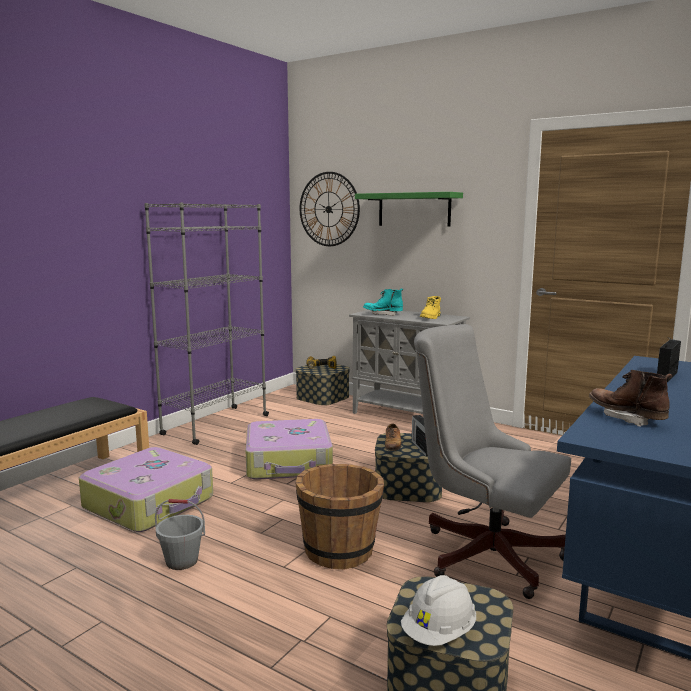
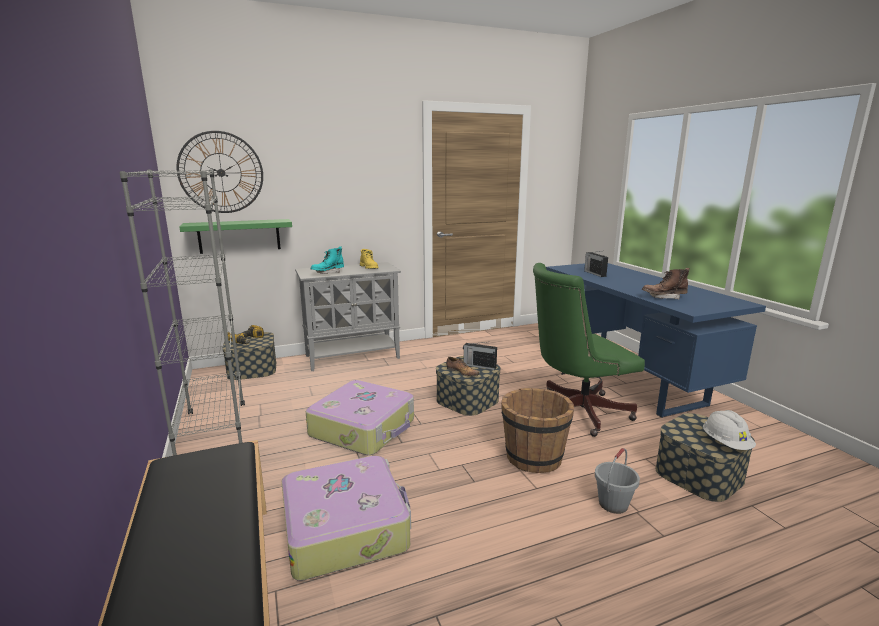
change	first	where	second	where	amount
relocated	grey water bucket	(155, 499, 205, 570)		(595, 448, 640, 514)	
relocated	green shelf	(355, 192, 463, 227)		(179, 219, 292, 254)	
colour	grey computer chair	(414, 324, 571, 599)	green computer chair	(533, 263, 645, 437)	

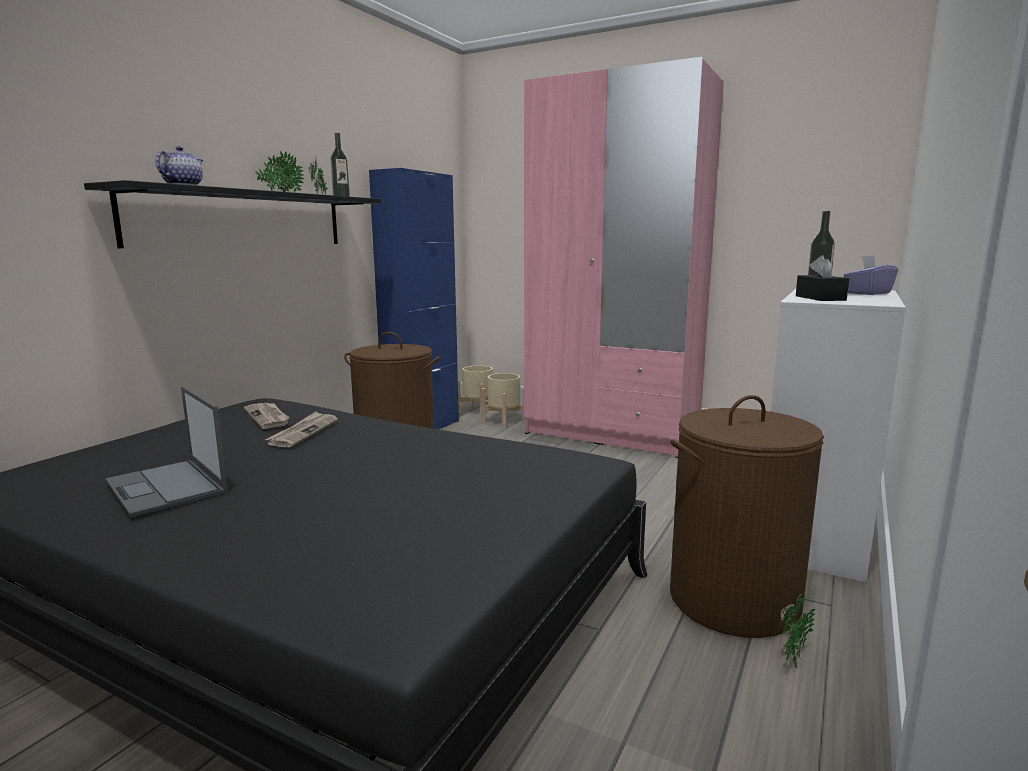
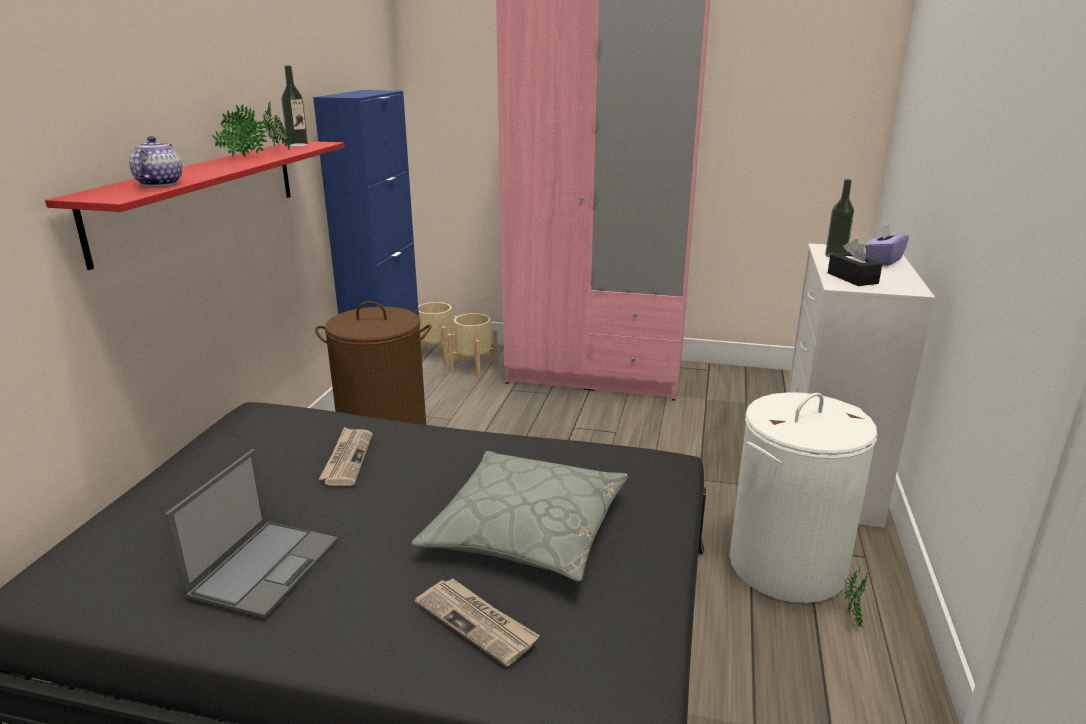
change	first	where	second	where	amount
appeared			grey pillow	(411, 451, 628, 581)	
relocated	newspaper	(244, 403, 290, 429)		(415, 578, 540, 667)	
colour	black-coloured shelf	(84, 180, 381, 248)	reddish shelf	(45, 141, 345, 270)	
colour	brown-coloured laundry basket	(670, 395, 824, 638)	white-coloured laundry basket	(730, 392, 877, 603)	
spun	notebook computer	(106, 386, 228, 517)		(165, 449, 338, 618)	105 degrees counterclockwise

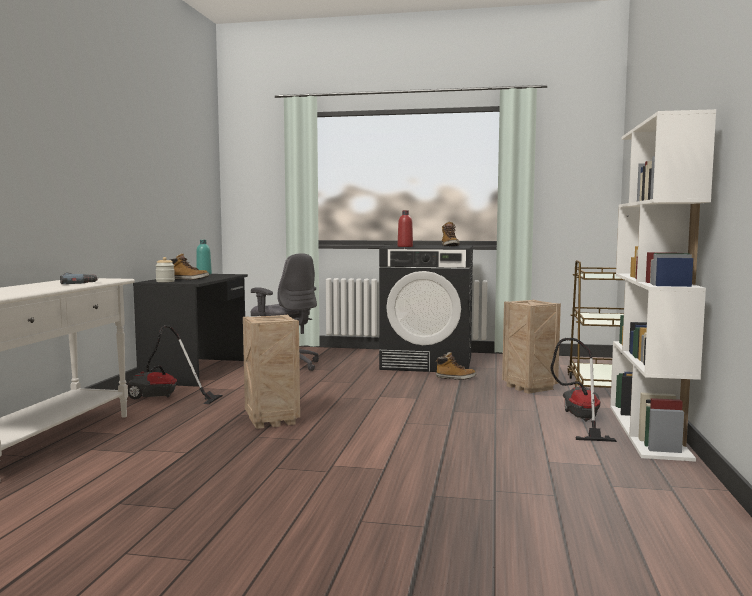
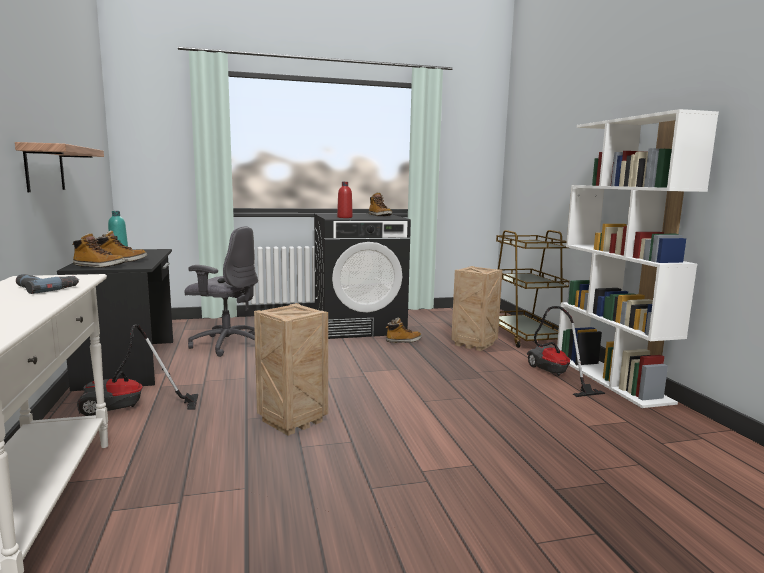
change	first	where	second	where	amount
appeared			shelf	(15, 142, 104, 192)	
exchanged	jar	(155, 257, 175, 282)	high-top boot	(72, 233, 125, 268)	

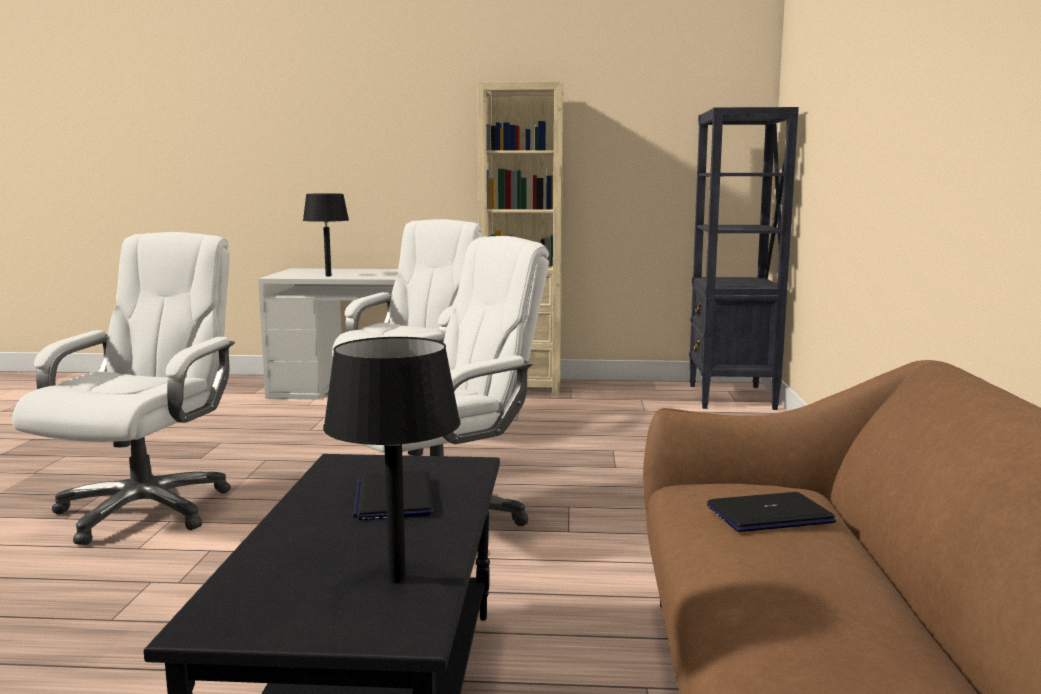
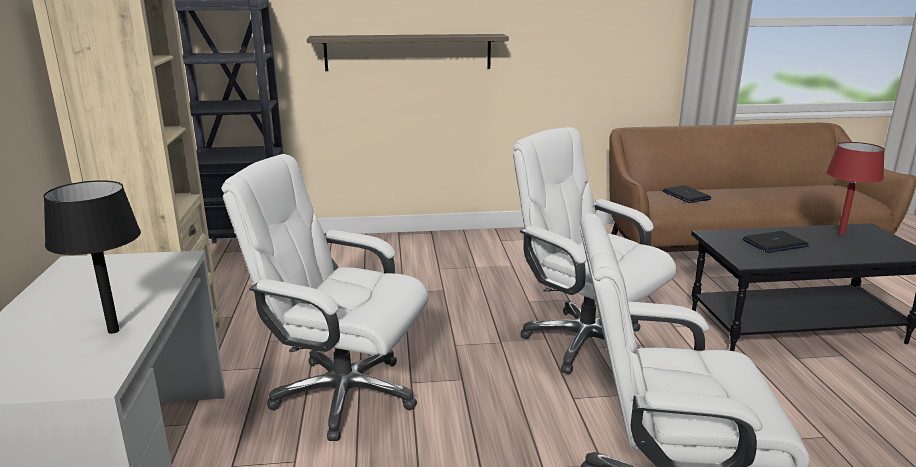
change	first	where	second	where	amount
appeared			shelf	(307, 34, 509, 71)	
colour	black-coloured tabletop lamp	(323, 337, 460, 583)	reddish tabletop lamp	(826, 142, 885, 235)	

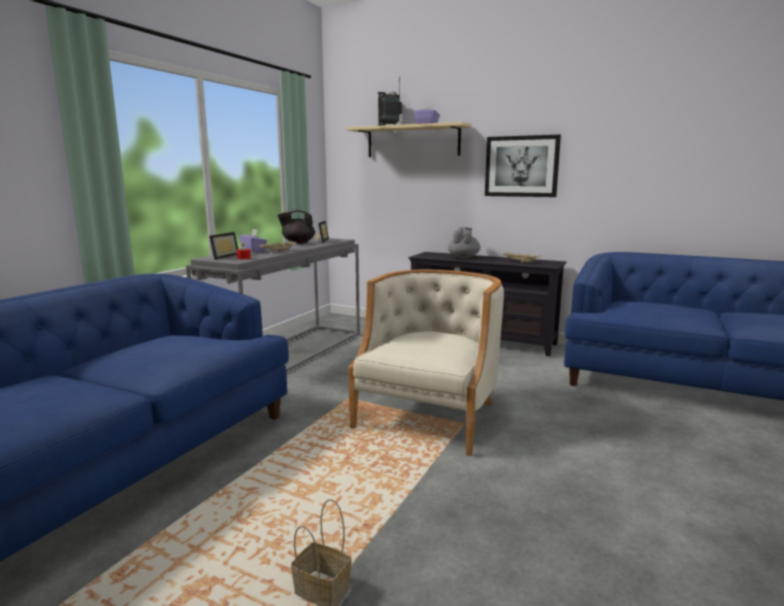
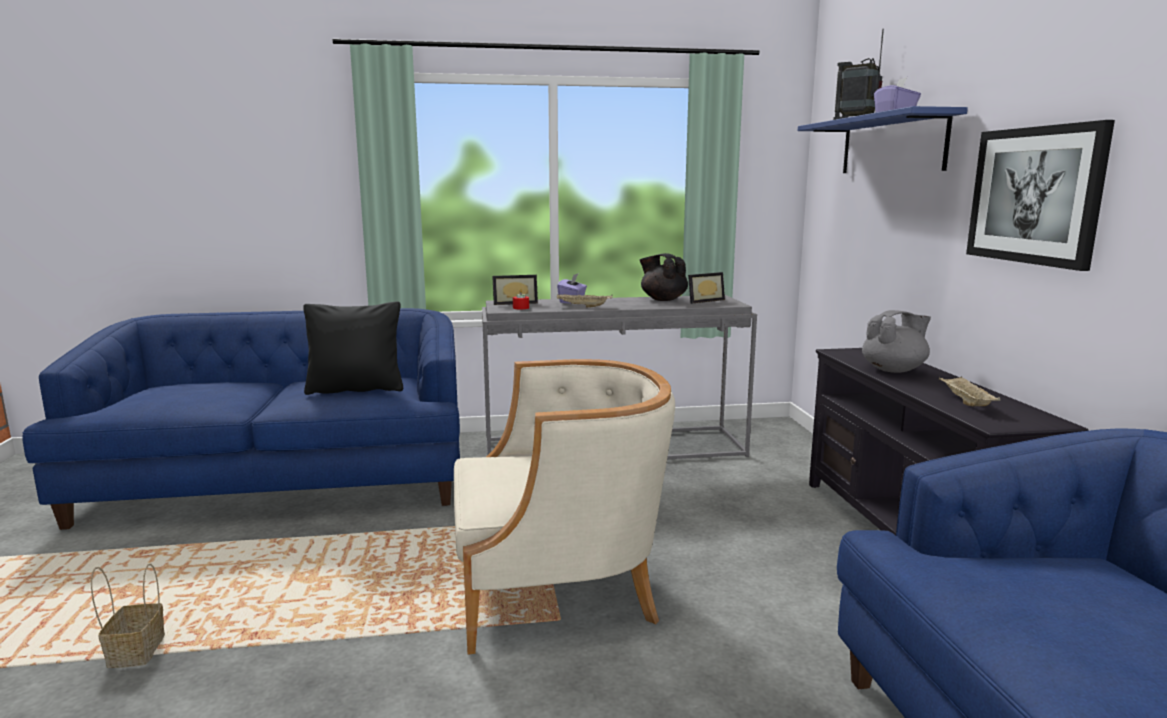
change	first	where	second	where	amount
appeared			black-coloured pillow	(303, 301, 403, 395)	
colour	beige shelf	(346, 122, 472, 157)	blue shelf	(798, 106, 968, 173)	

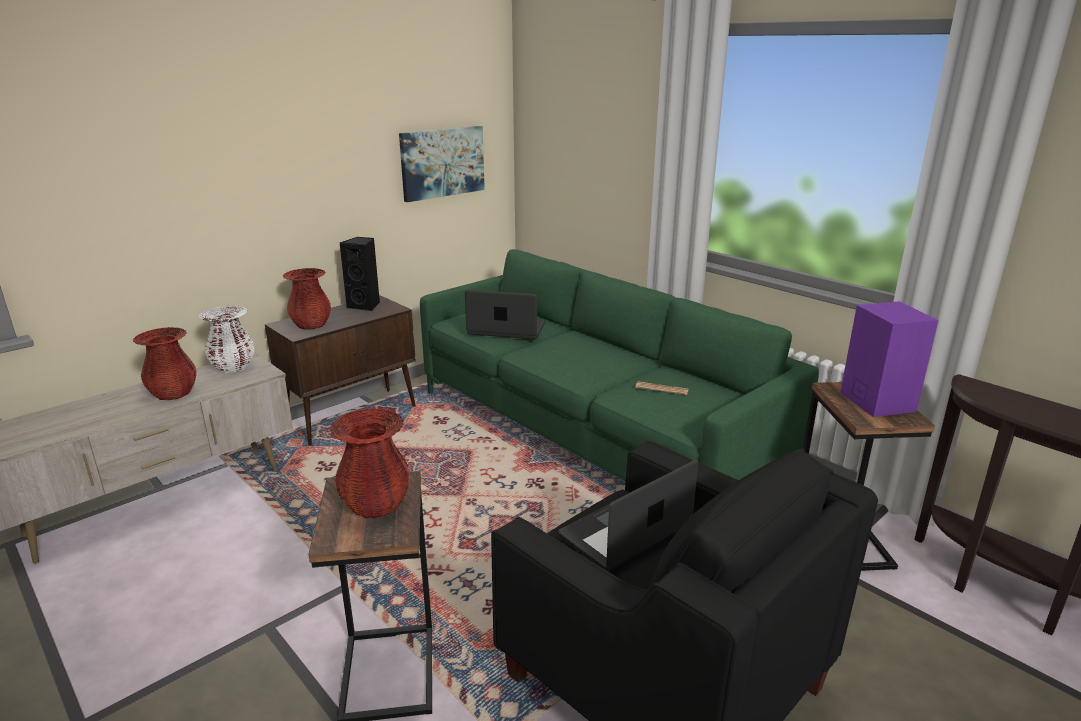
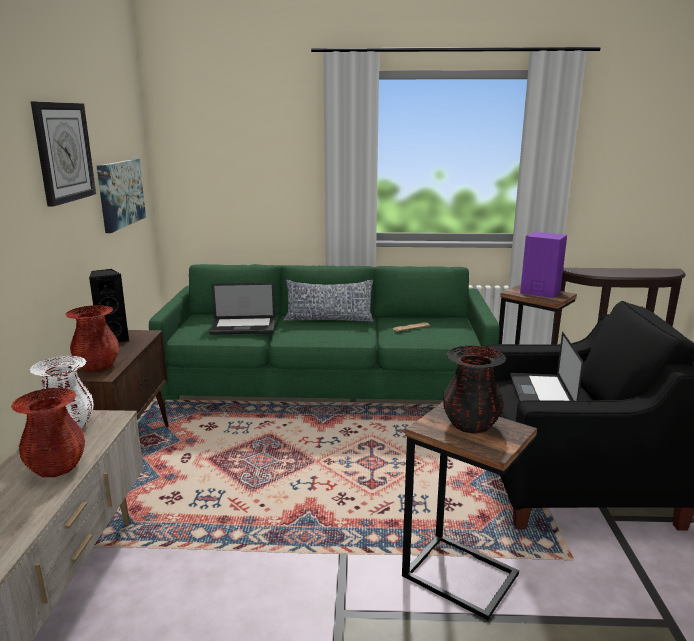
change	first	where	second	where	amount
appeared			hanging clock	(31, 102, 96, 207)	
appeared			pillow	(283, 280, 374, 322)	
colour	reddish decorative vase	(330, 408, 410, 518)	black-coloured decorative vase	(443, 345, 506, 434)	
spun	notebook computer	(465, 290, 545, 339)		(209, 283, 275, 335)	150 degrees counterclockwise

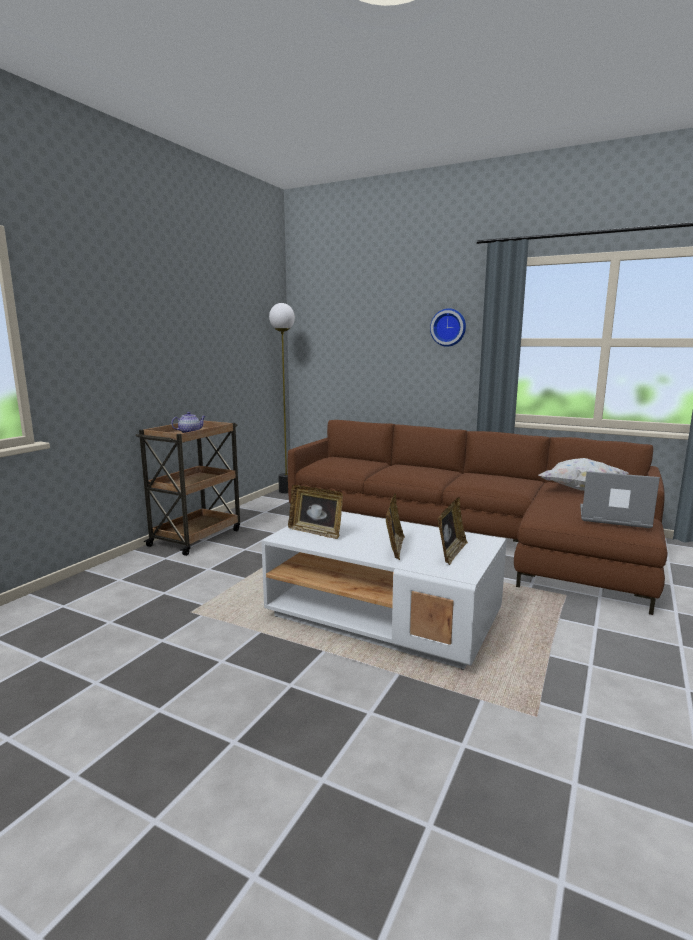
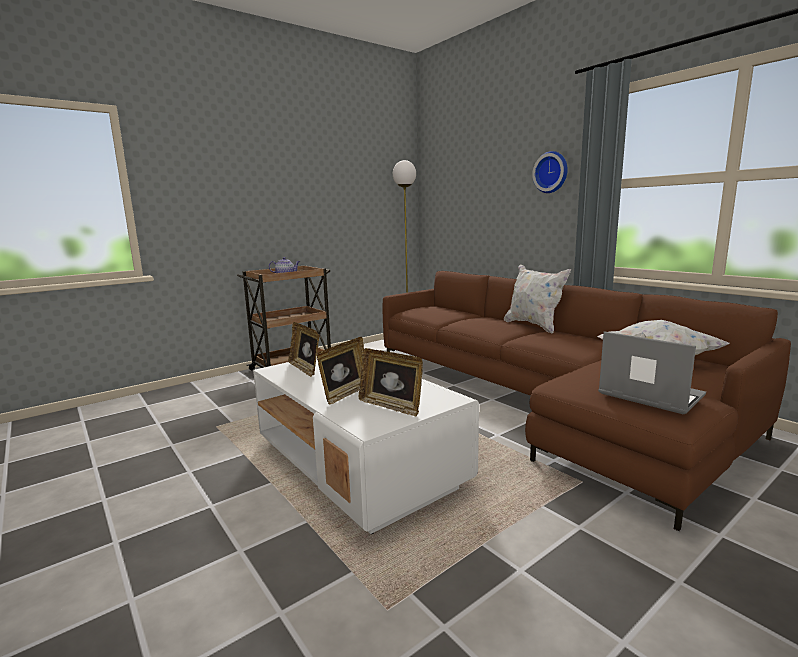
change	first	where	second	where	amount
appeared			white-coloured pillow	(504, 264, 571, 333)	
spun	picture frame	(438, 497, 468, 565)		(359, 348, 423, 416)	75 degrees clockwise

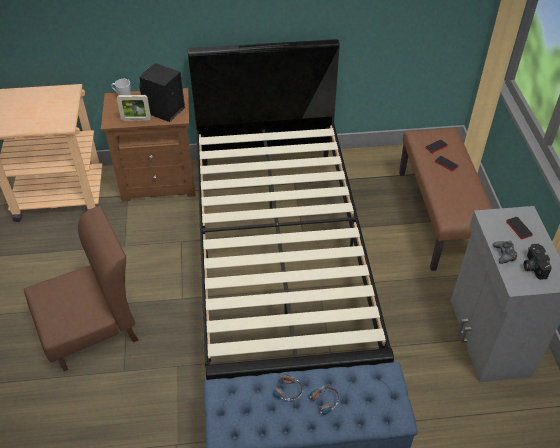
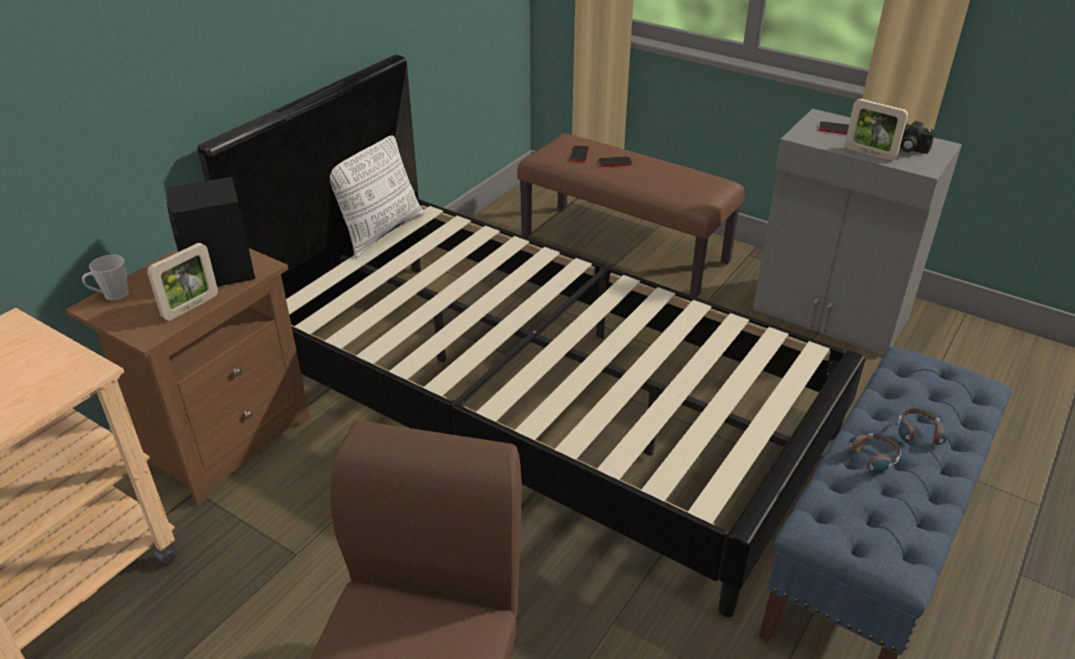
change	first	where	second	where	amount
appeared			pillow	(330, 136, 425, 258)	
exchanged	black-coloured gamepad	(493, 241, 517, 264)	picture frame	(845, 99, 908, 160)	

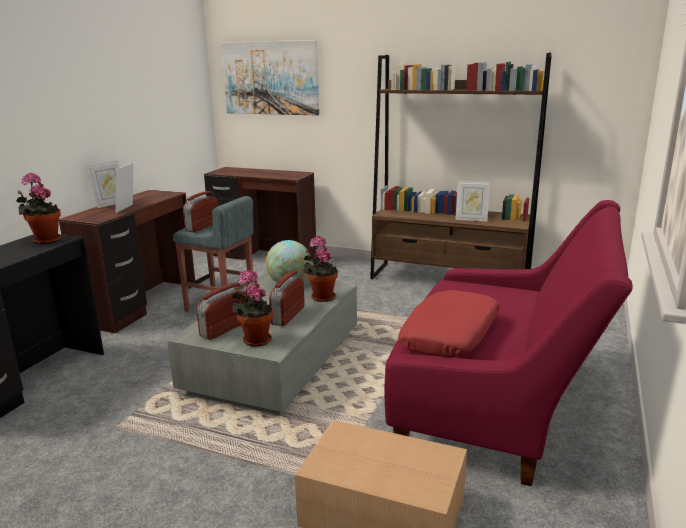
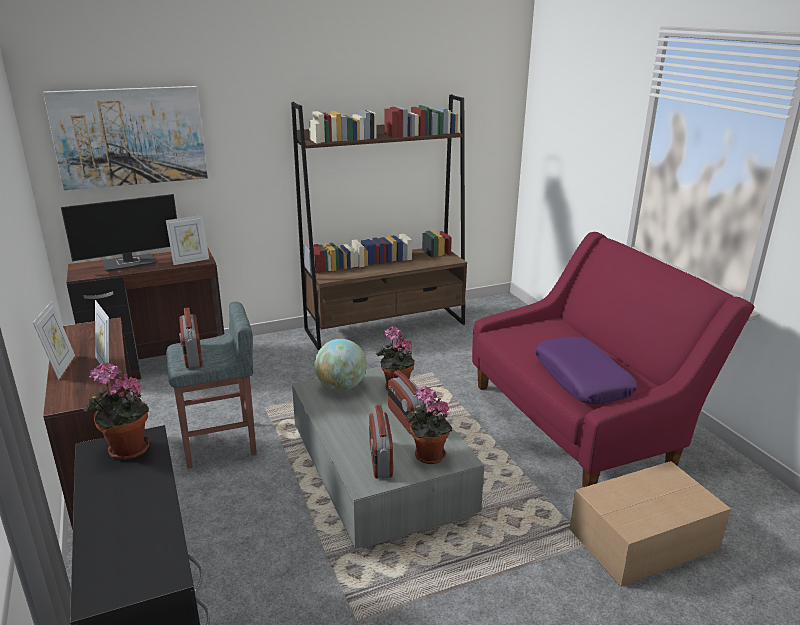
change	first	where	second	where	amount
appeared			monitor	(61, 194, 177, 272)	
relocated	picture frame	(455, 180, 490, 221)		(166, 215, 209, 265)	
colour	reddish pillow	(398, 290, 499, 357)	purple-coloured pillow	(535, 337, 637, 404)	

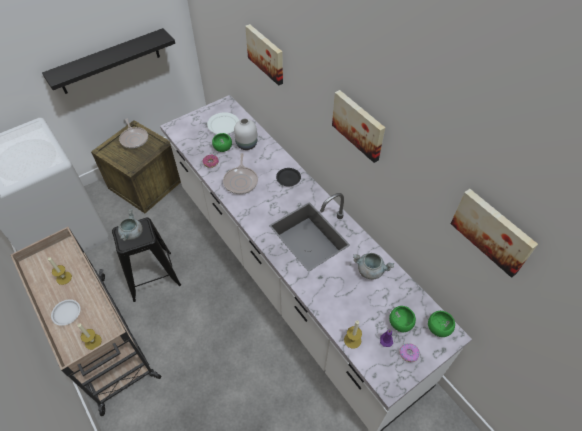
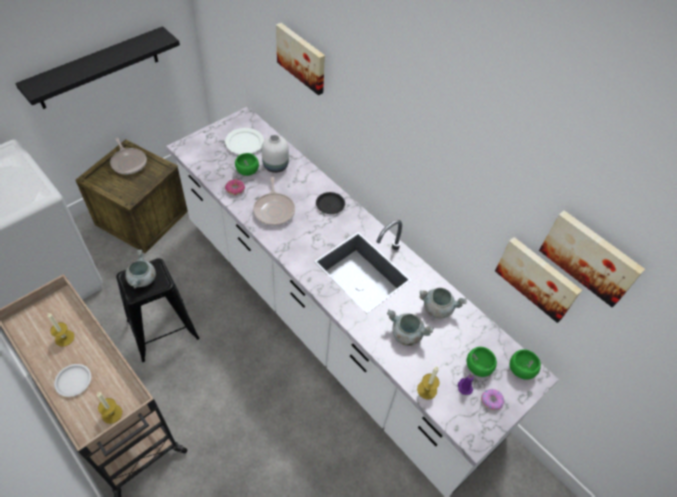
change	first	where	second	where	amount
appeared			grey stockpot	(387, 309, 434, 346)	
relocated	wall picture	(332, 90, 385, 163)		(495, 237, 582, 323)	

